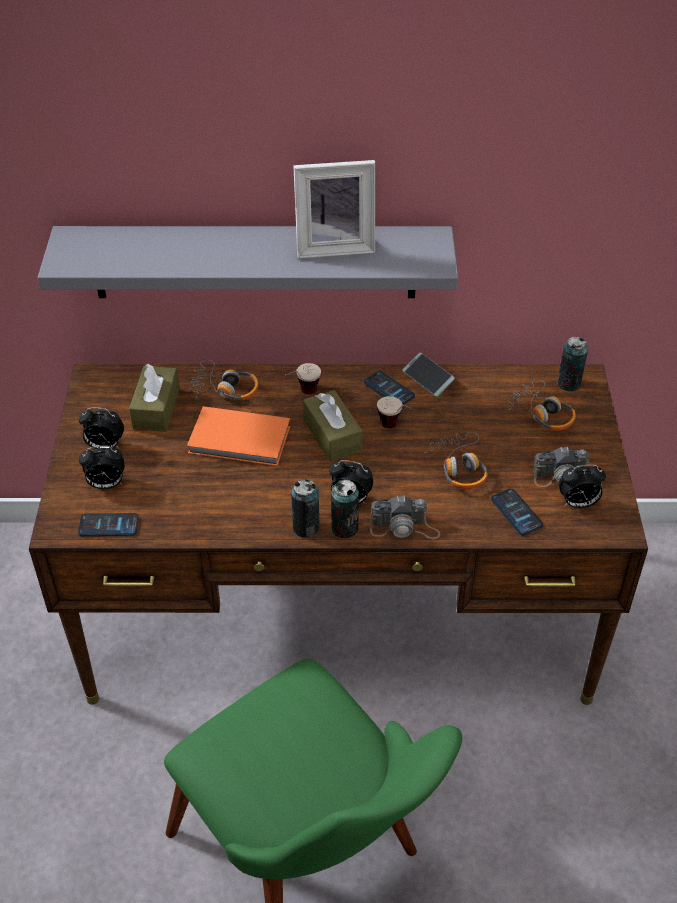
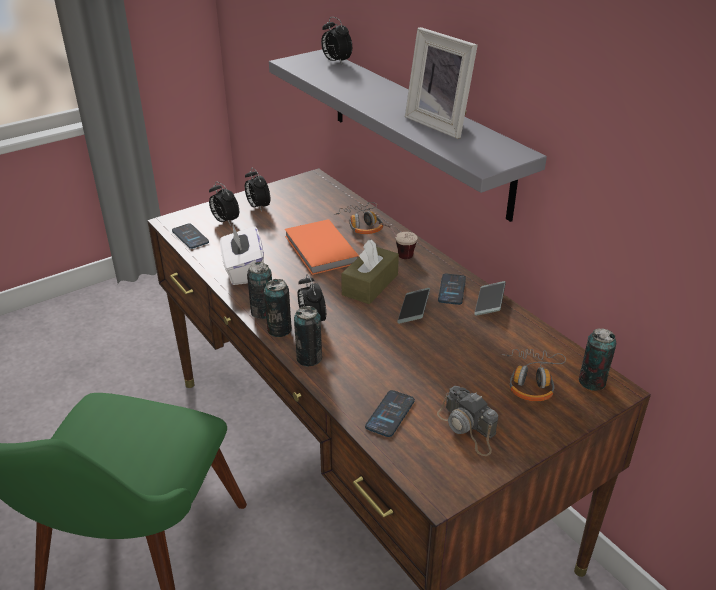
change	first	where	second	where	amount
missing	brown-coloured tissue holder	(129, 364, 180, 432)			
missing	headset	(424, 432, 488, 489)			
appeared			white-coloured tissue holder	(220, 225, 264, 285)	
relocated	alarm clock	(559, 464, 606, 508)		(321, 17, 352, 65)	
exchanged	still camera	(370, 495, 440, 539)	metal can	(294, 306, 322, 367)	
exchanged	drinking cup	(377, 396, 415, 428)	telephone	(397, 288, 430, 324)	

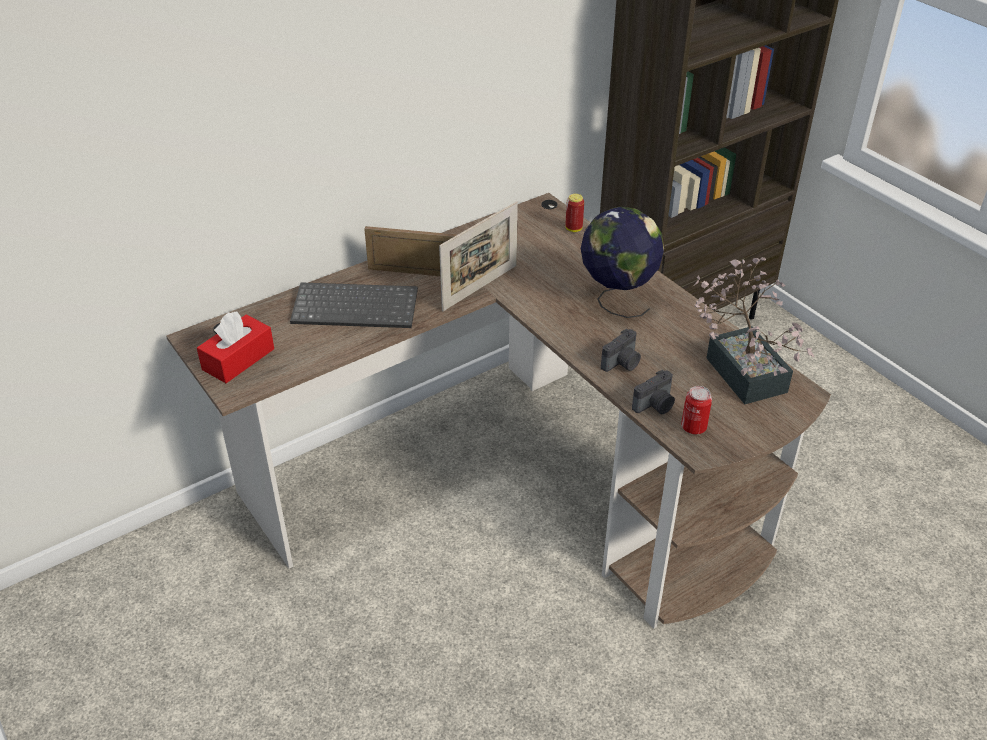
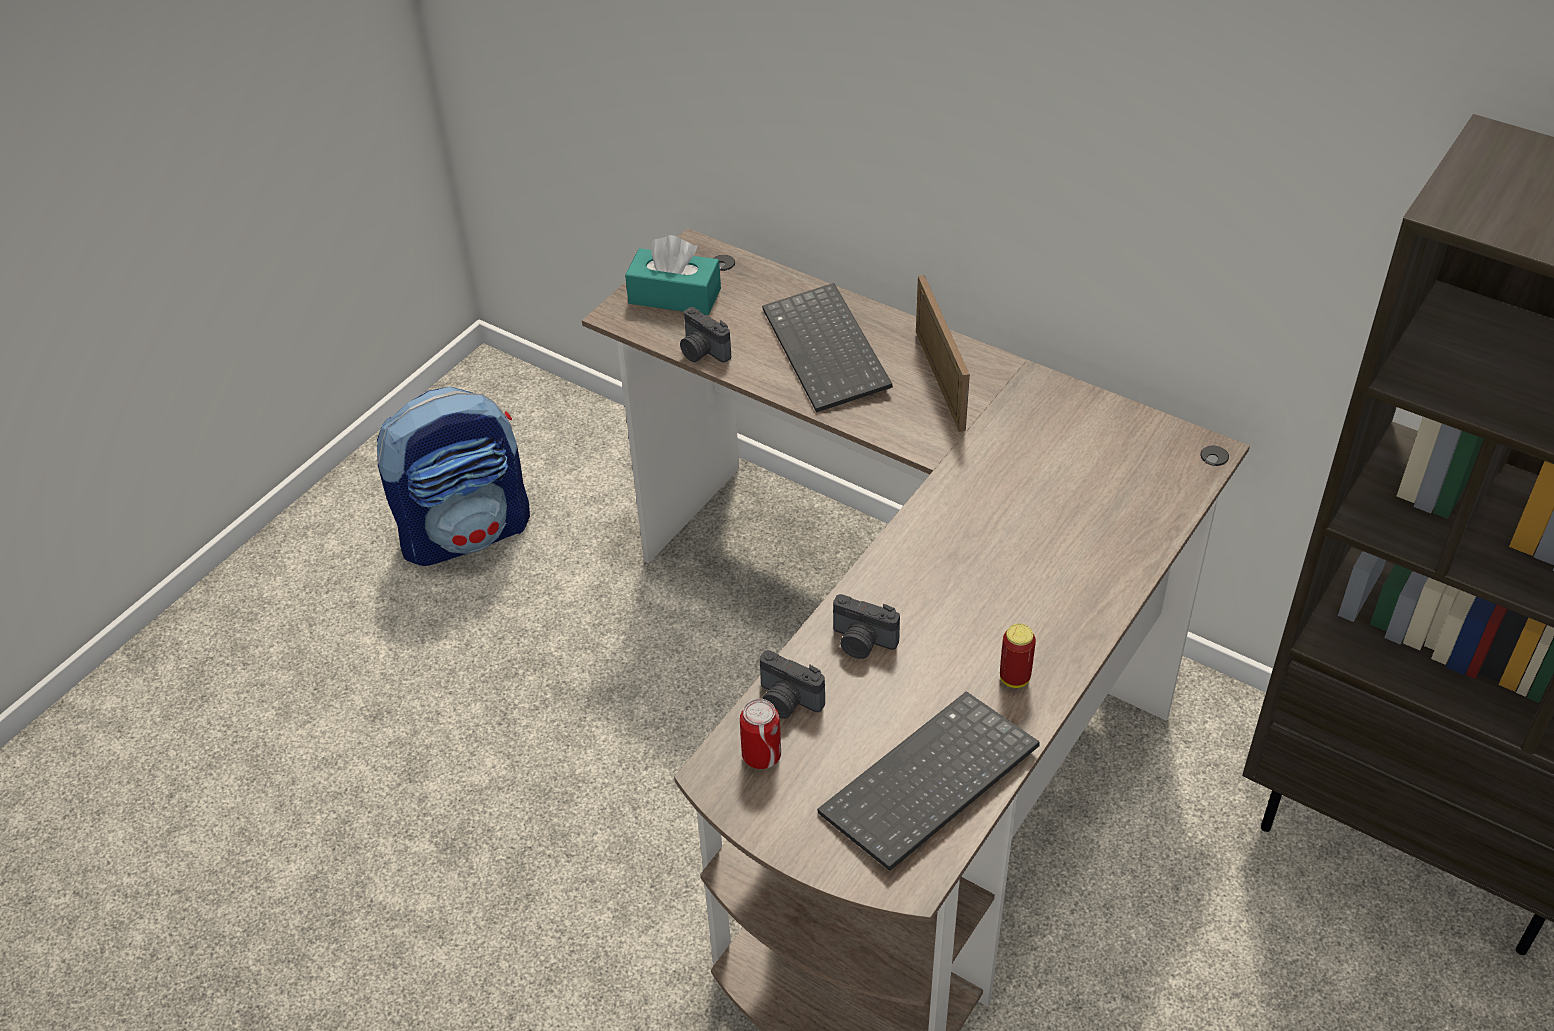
change	first	where	second	where	amount
missing	picture frame	(439, 201, 518, 311)			
missing	desk globe	(581, 207, 664, 318)			
appeared			backpack	(377, 387, 530, 566)	
appeared			still camera	(680, 307, 731, 363)	
relocated	metal can	(566, 194, 584, 232)		(1000, 624, 1036, 688)	
exchanged	potted plant	(693, 257, 815, 405)	keyboard	(817, 691, 1040, 871)	
colour	reddish tissue holder	(197, 311, 274, 383)	blue-green tissue holder	(625, 235, 721, 315)	

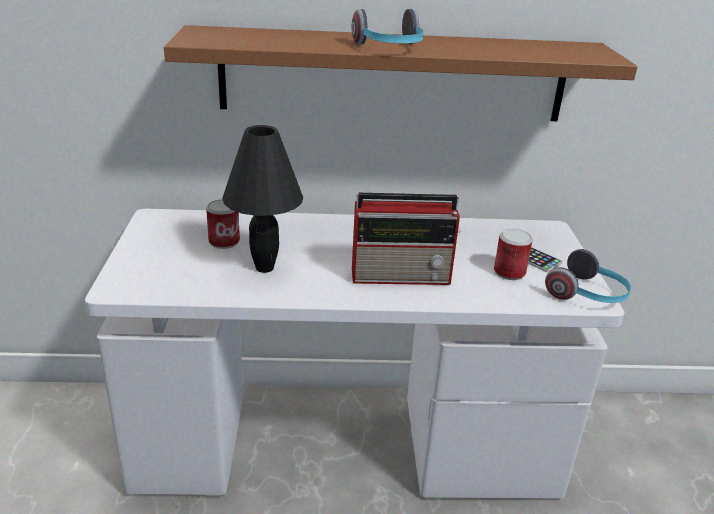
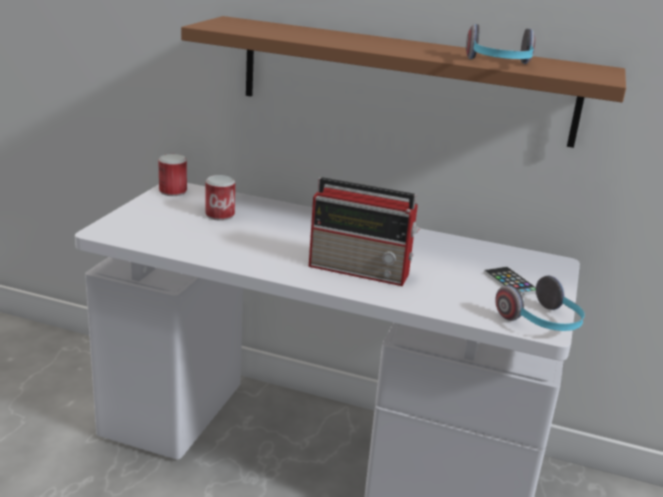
change	first	where	second	where	amount
missing	black-coloured tabletop lamp	(222, 125, 303, 273)			
relocated	headset	(352, 9, 424, 45)		(466, 24, 535, 64)	
relocated	metal can	(494, 229, 533, 280)		(158, 154, 187, 196)	

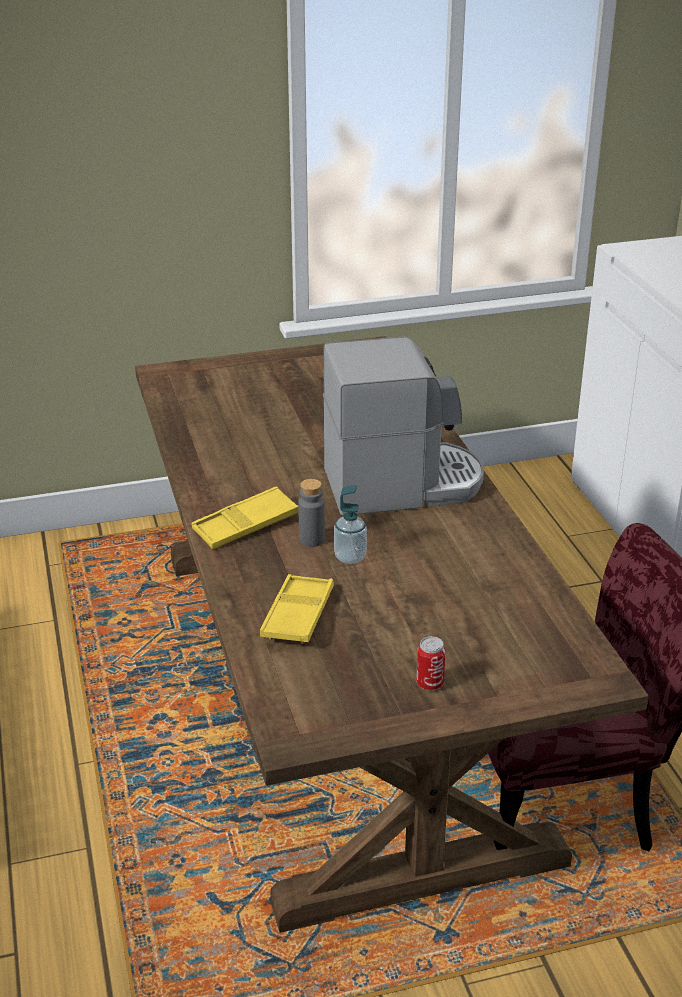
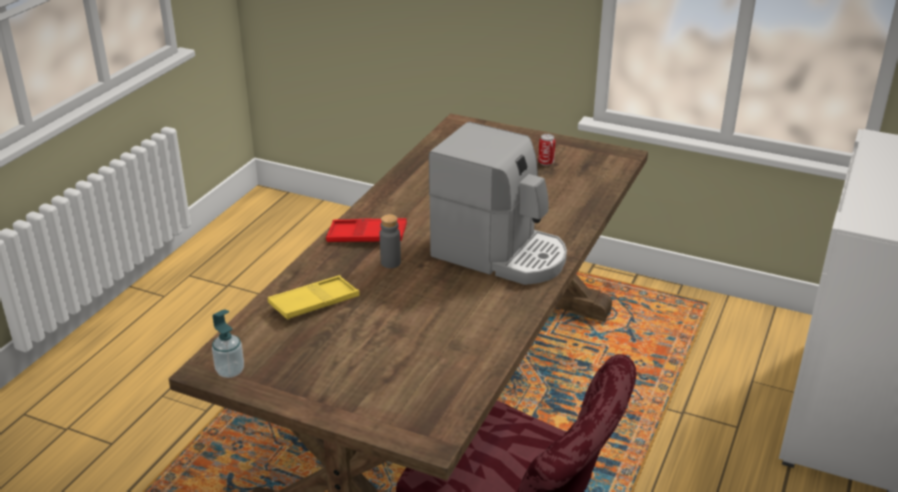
change	first	where	second	where	amount
relocated	soap bottle	(334, 485, 367, 564)		(212, 309, 244, 378)	
relocated	metal can	(416, 636, 446, 690)		(538, 134, 555, 166)	
colour	yellow-coloured tray	(192, 486, 299, 549)	reddish tray	(326, 218, 407, 242)	

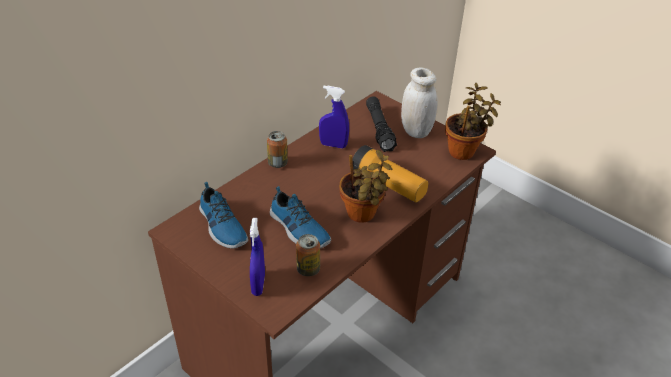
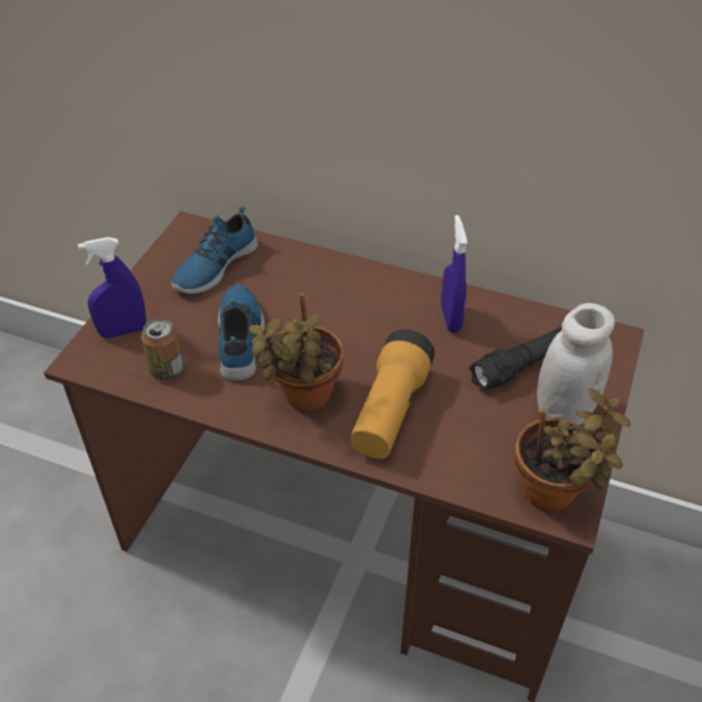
change	first	where	second	where	amount
missing	metal can	(267, 131, 288, 168)			
spun	low shoe	(270, 186, 331, 249)		(218, 284, 265, 381)	150 degrees clockwise

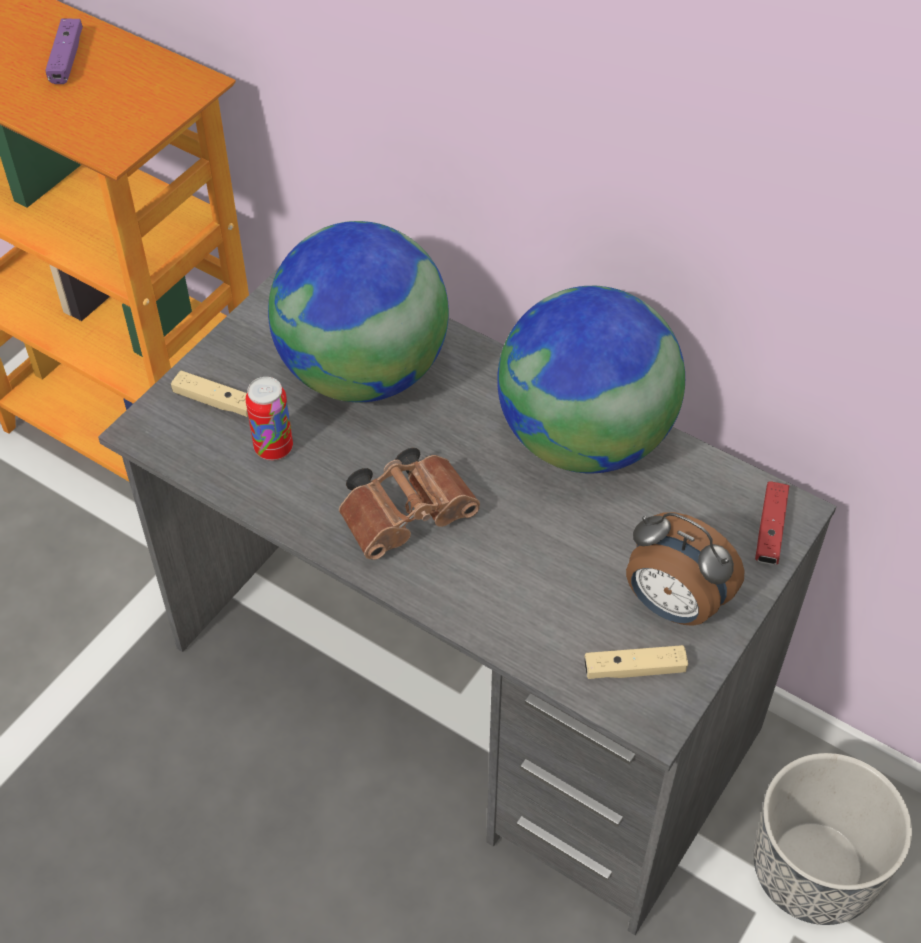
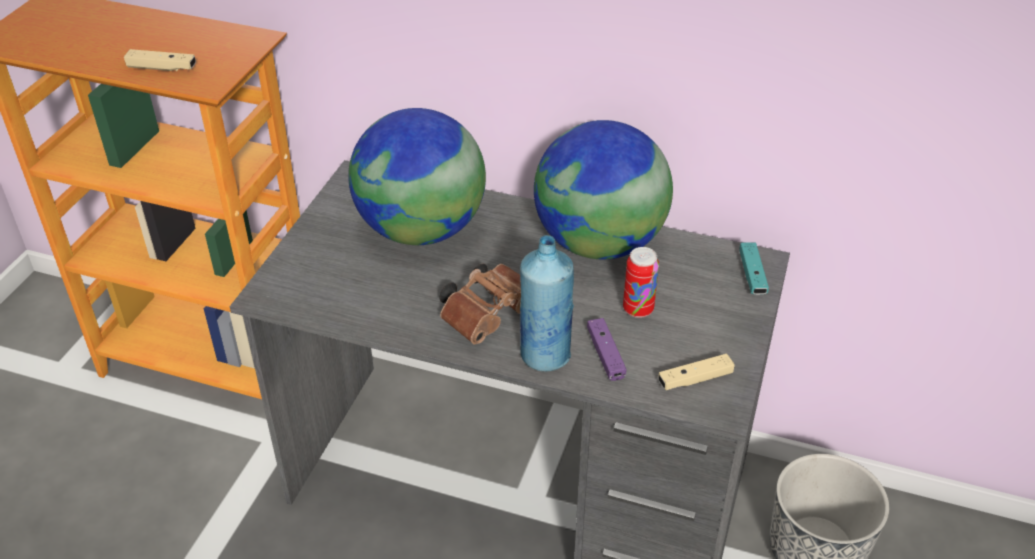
change	first	where	second	where	amount
missing	alarm clock	(626, 512, 745, 626)			
appeared			blue drink bottle	(520, 235, 574, 371)	
relocated	purple-coloured gamepad	(45, 19, 83, 84)		(587, 318, 626, 381)	
relocated	beige gamepad	(171, 370, 248, 417)		(124, 49, 196, 71)	
relocated	metal can	(246, 377, 293, 461)		(623, 247, 659, 318)	
colour	reddish gamepad	(755, 481, 789, 565)	blue-green gamepad	(739, 242, 769, 295)	

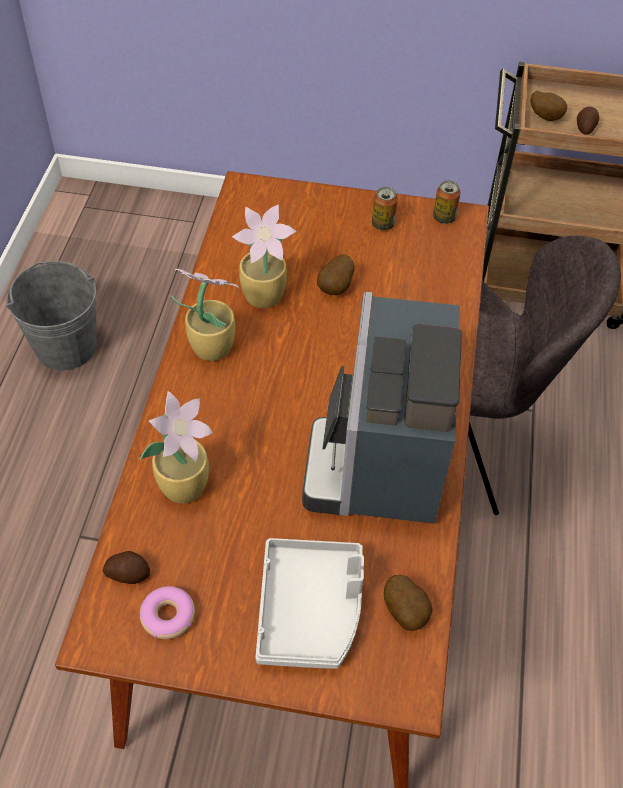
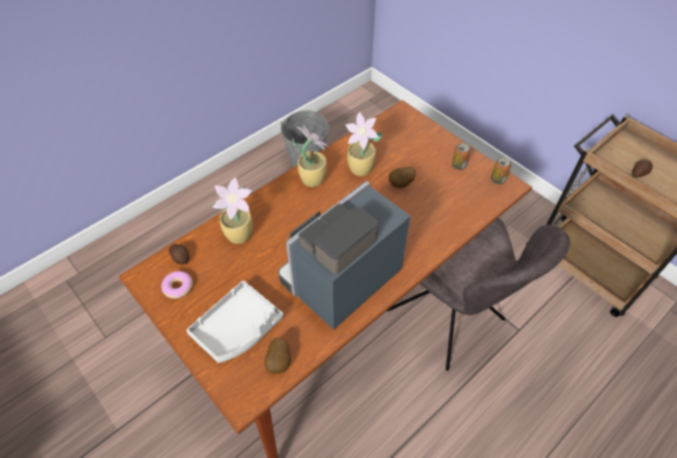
change	first	where	second	where	amount
missing	potato	(531, 91, 567, 121)			

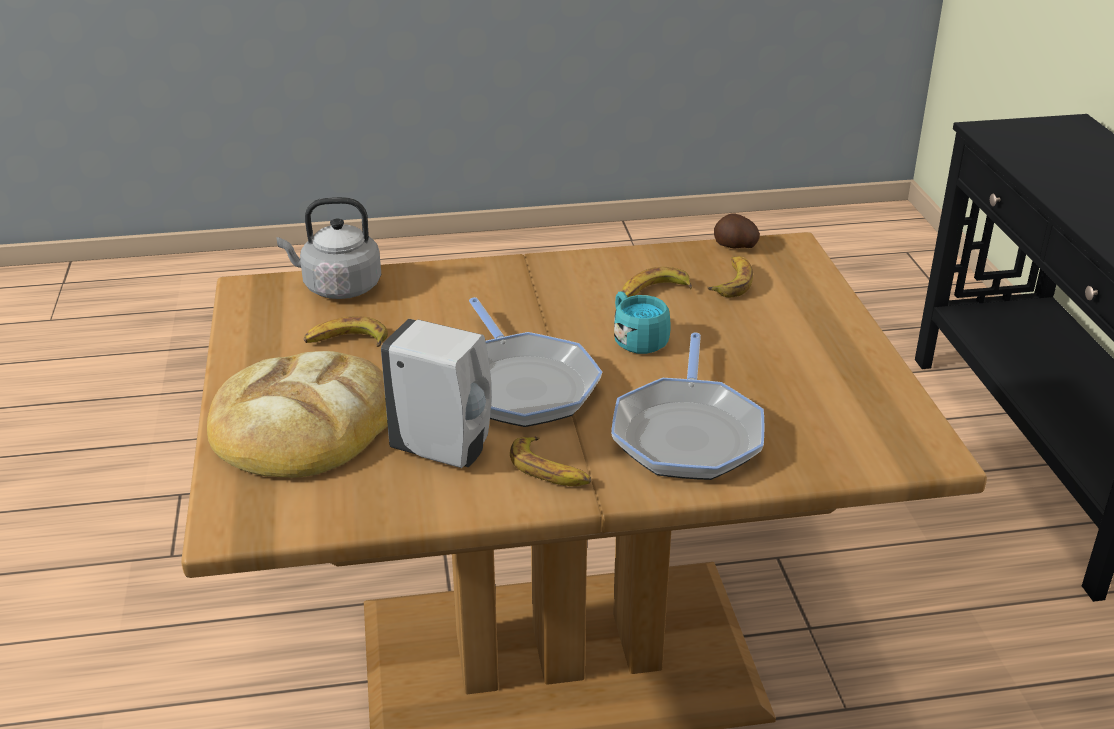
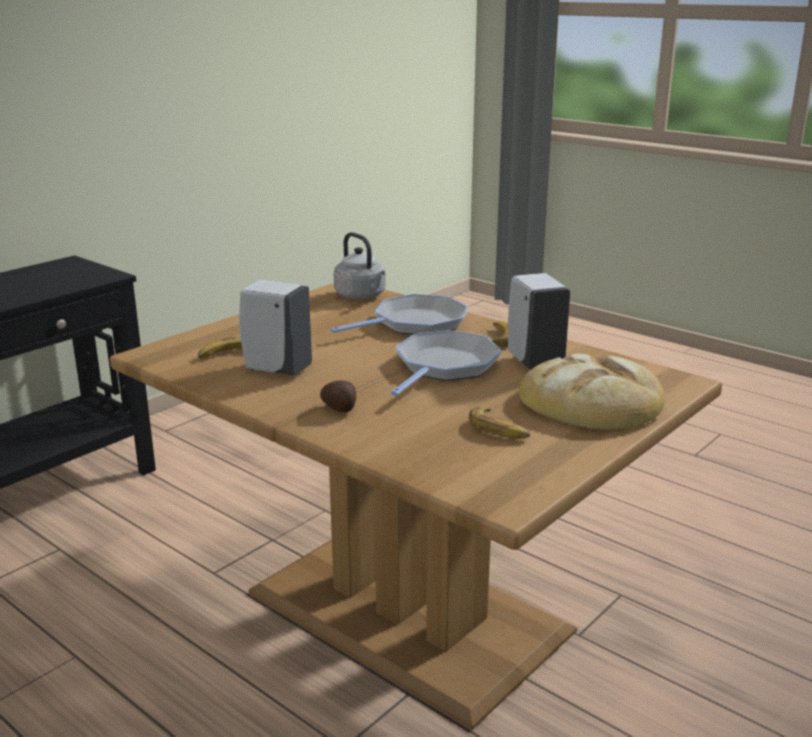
change	first	where	second	where	amount
missing	blue-green mug	(614, 292, 671, 354)			
relocated	grey water kettle	(277, 197, 381, 299)		(334, 232, 386, 300)	
relocated	potato	(714, 213, 760, 248)		(320, 380, 356, 412)	
exchanged	whole banana	(622, 267, 692, 297)	white-coloured soap bottle	(239, 280, 312, 376)	

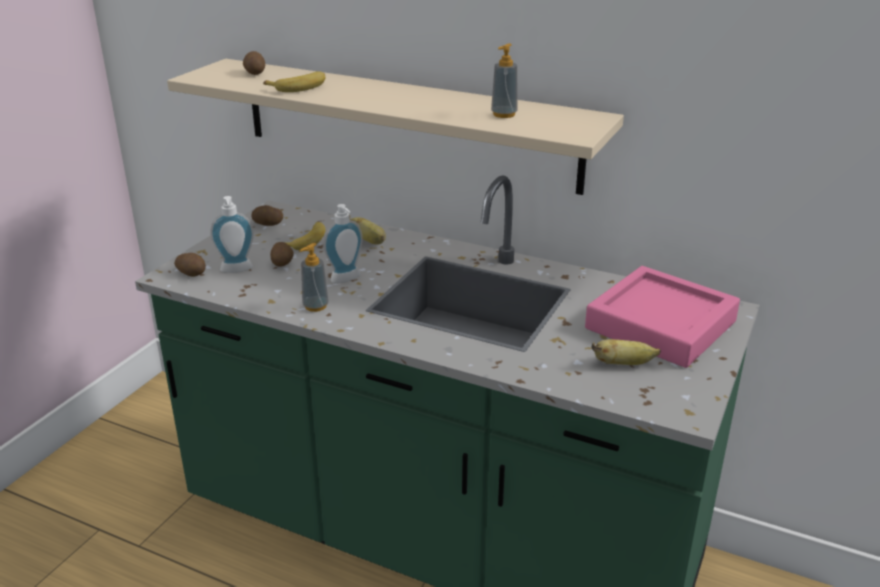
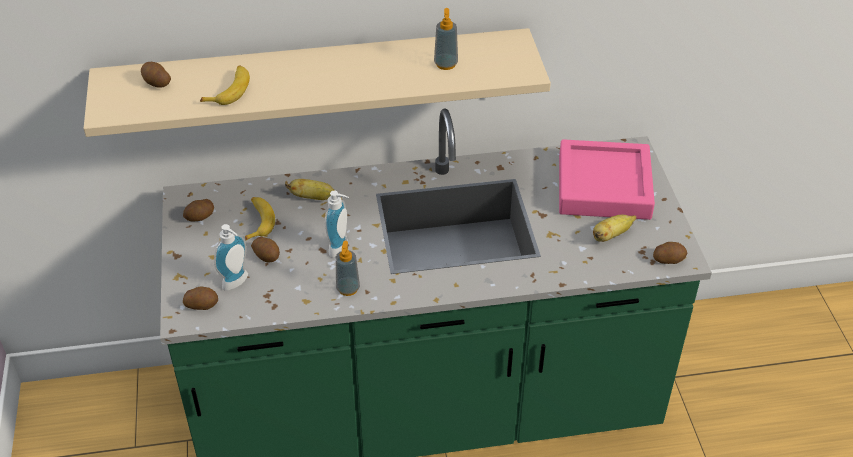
change	first	where	second	where	amount
appeared			potato	(653, 242, 687, 264)	

